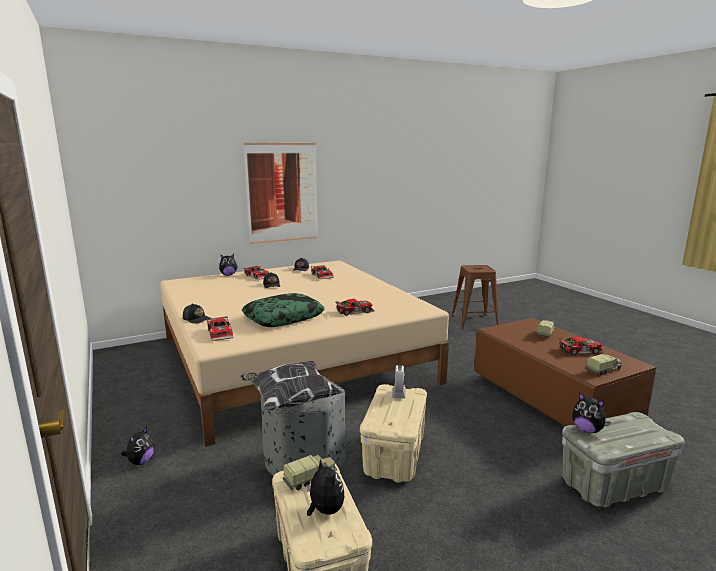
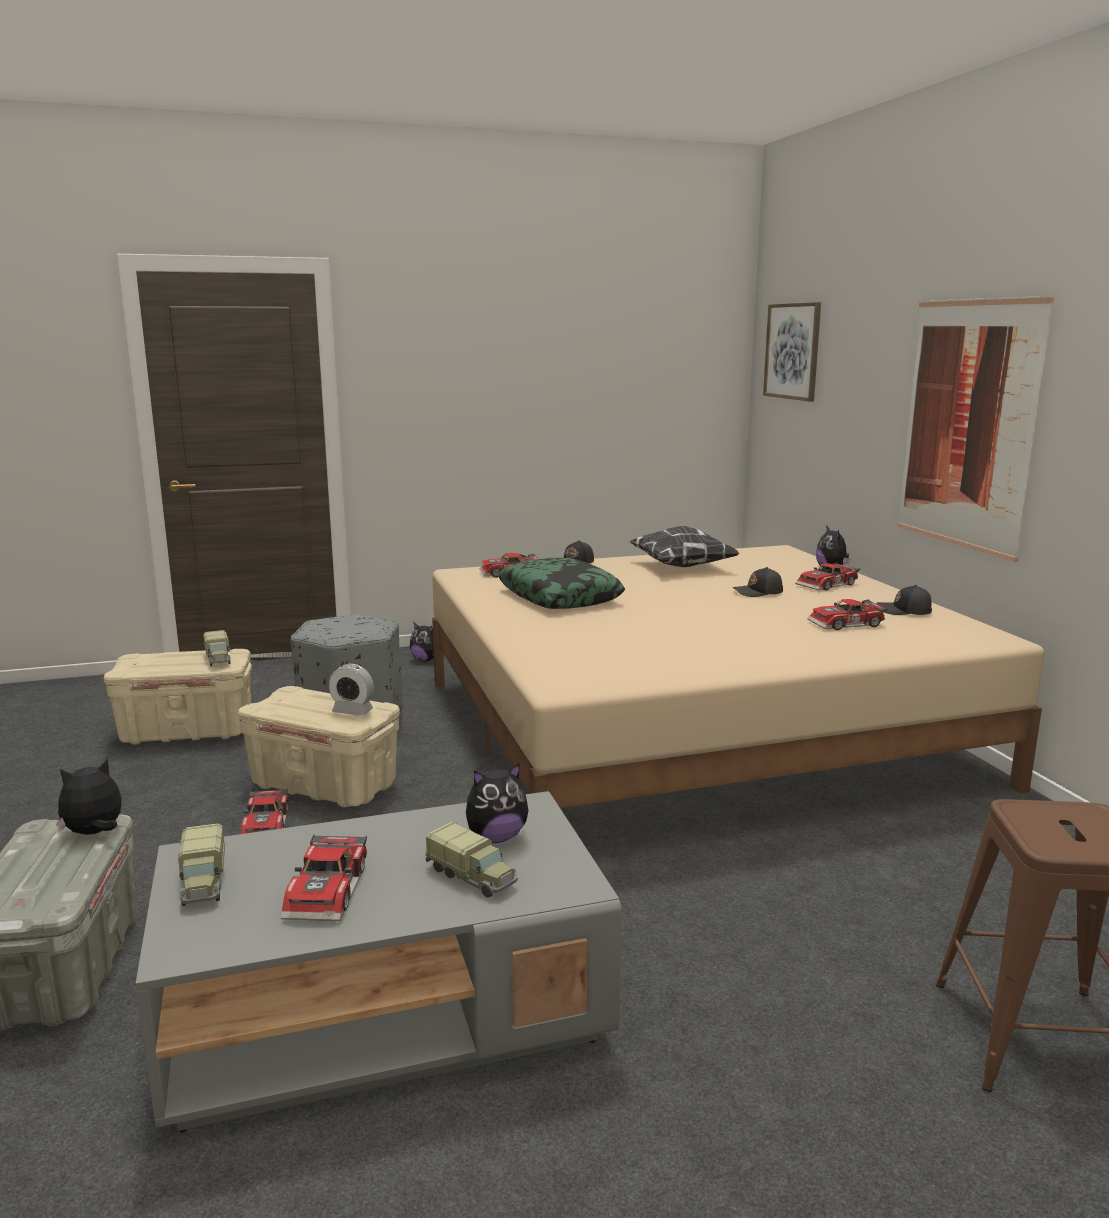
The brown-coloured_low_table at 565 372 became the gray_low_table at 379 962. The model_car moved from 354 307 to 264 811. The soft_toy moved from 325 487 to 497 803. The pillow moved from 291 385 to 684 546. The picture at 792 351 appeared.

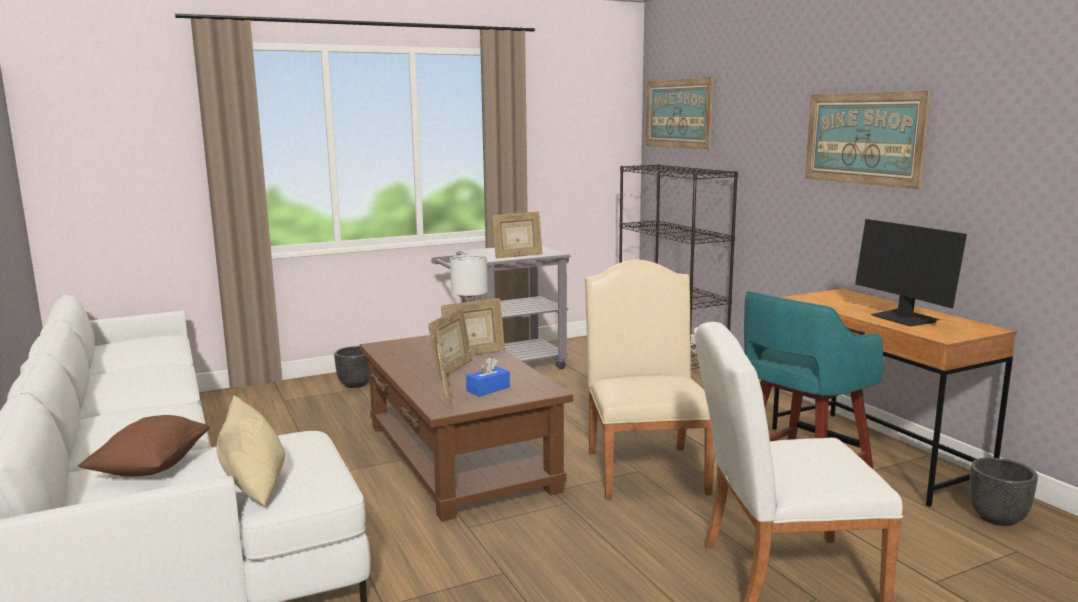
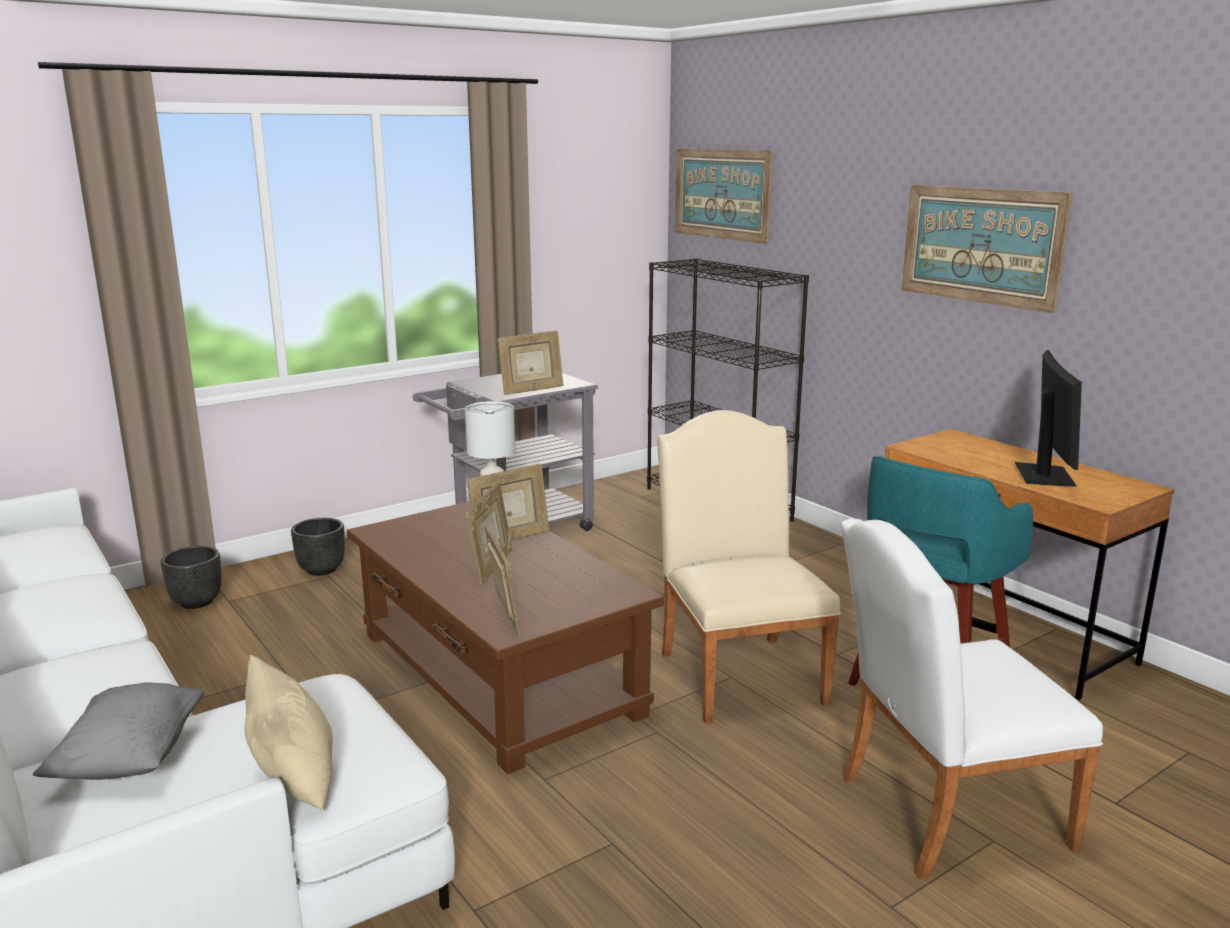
The brown-coloured_pillow at 144 446 became the gray_pillow at 118 731. The blackish_planter moved from 1003 492 to 191 577. The computer_screen at 911 272 turned 135 degrees counterclockwise. The bluish_tissue_box at 488 377 disappeared.

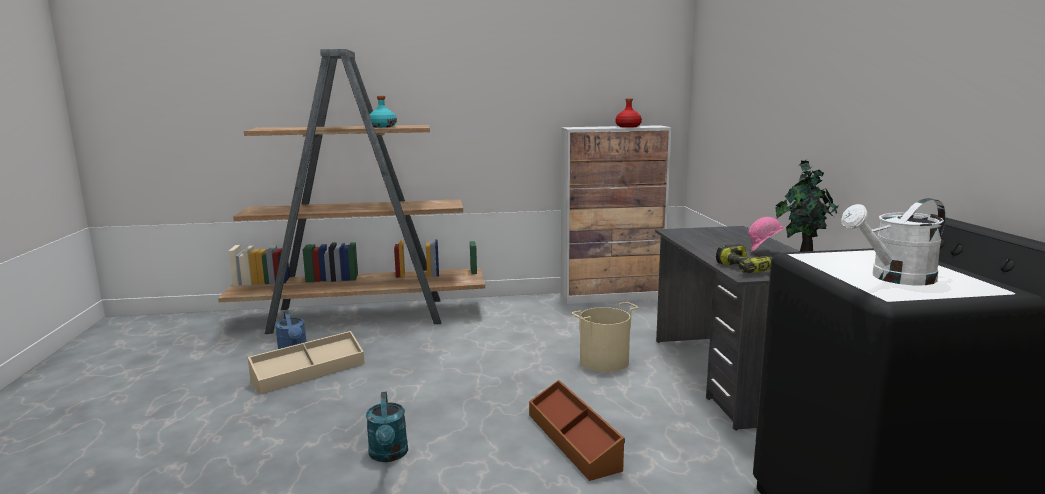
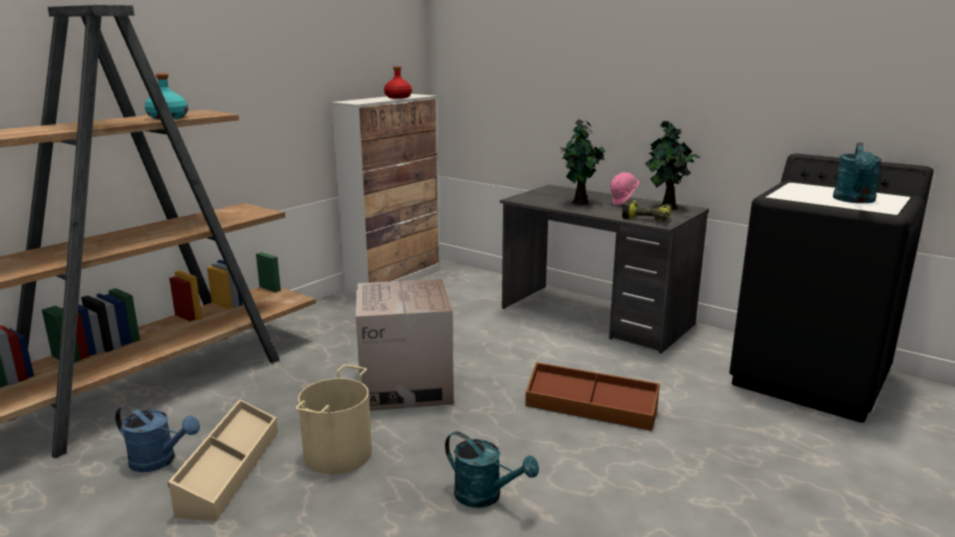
The sand-coloured_water_bucket moved from 605 337 to 334 419. The packing_box at 405 345 appeared. The plant_in_a_pot at 582 162 appeared. The white-coloured_watering_can at 894 241 became the blue-green_watering_can at 857 173.

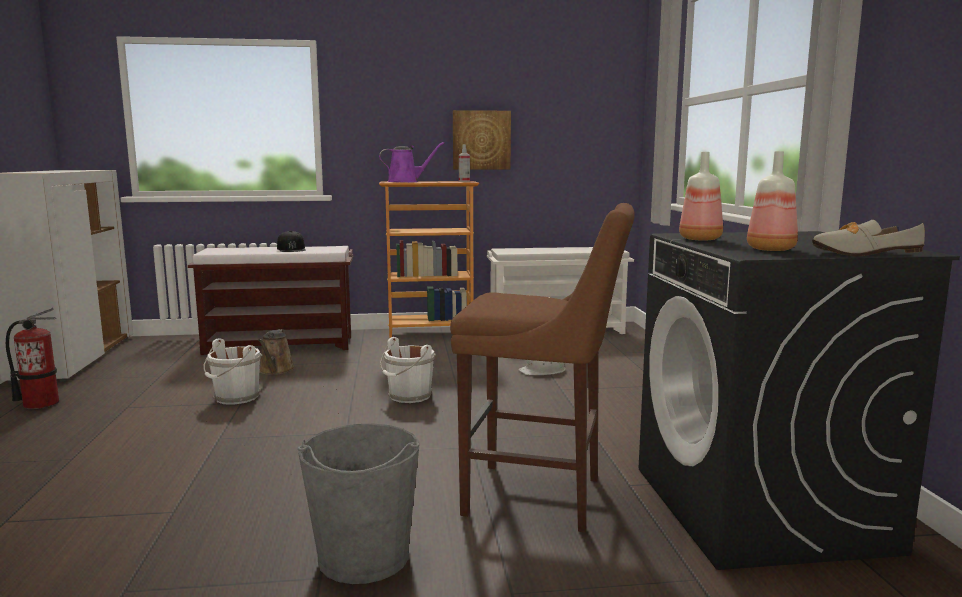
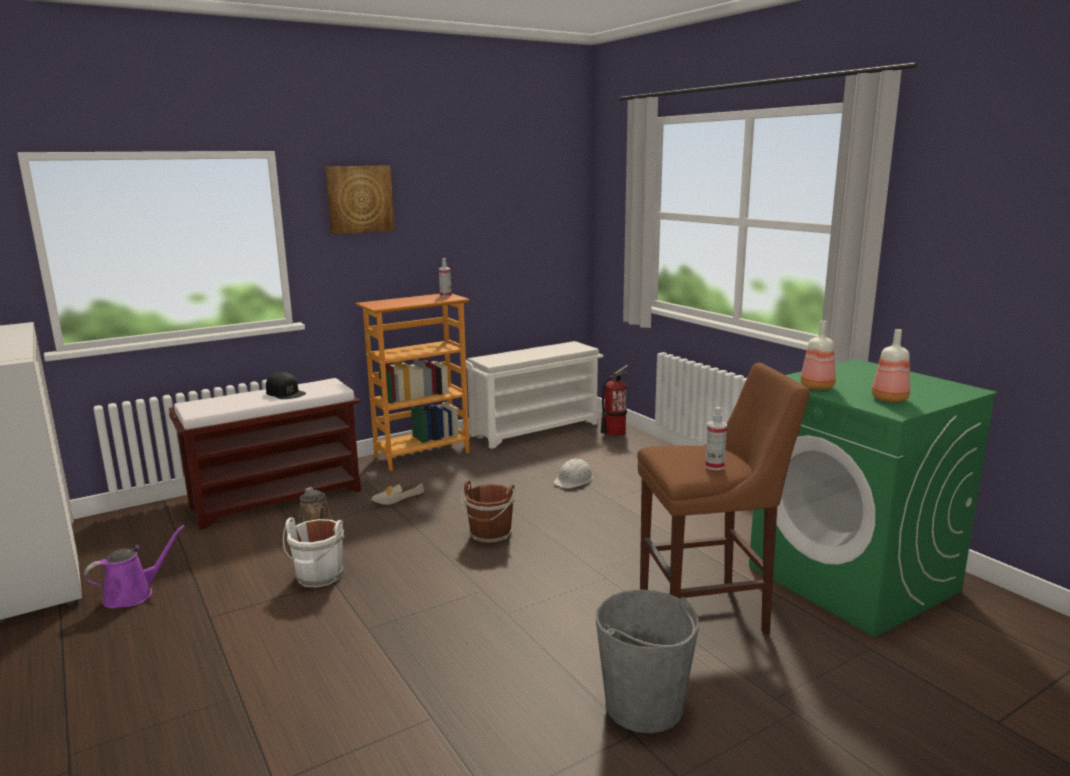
The purple-coloured_watering_can moved from 411 162 to 134 566. The picture moved from 482 140 to 360 199. The item_of_footwear moved from 868 238 to 397 494. The white-coloured_water_bucket at 408 370 became the brown-coloured_water_bucket at 488 512. The fire-fighting_cylinder moved from 32 358 to 615 401. The sprayer at 716 438 appeared. The blackish_laundry_appliance at 799 400 became the green_laundry_appliance at 873 498.

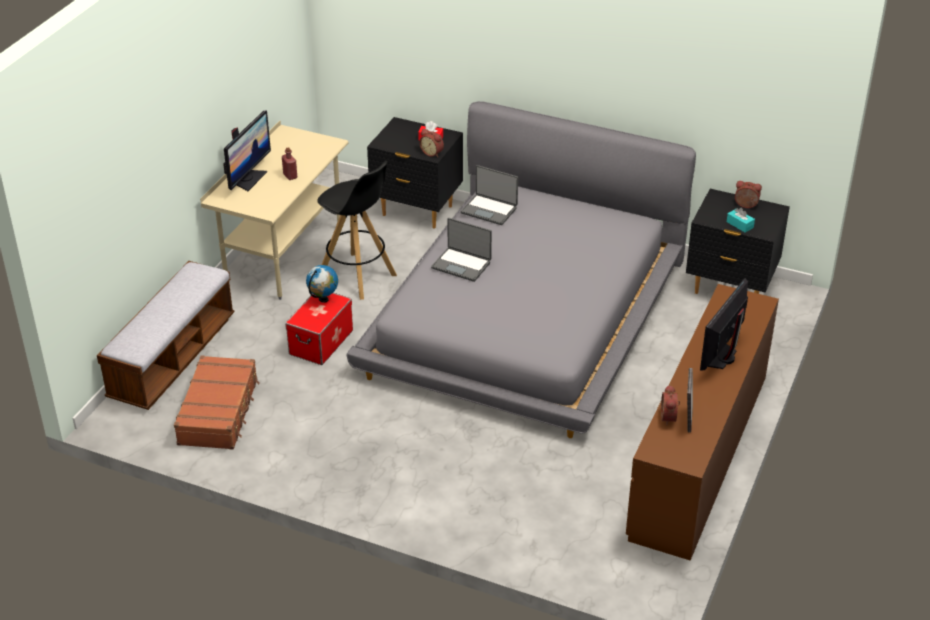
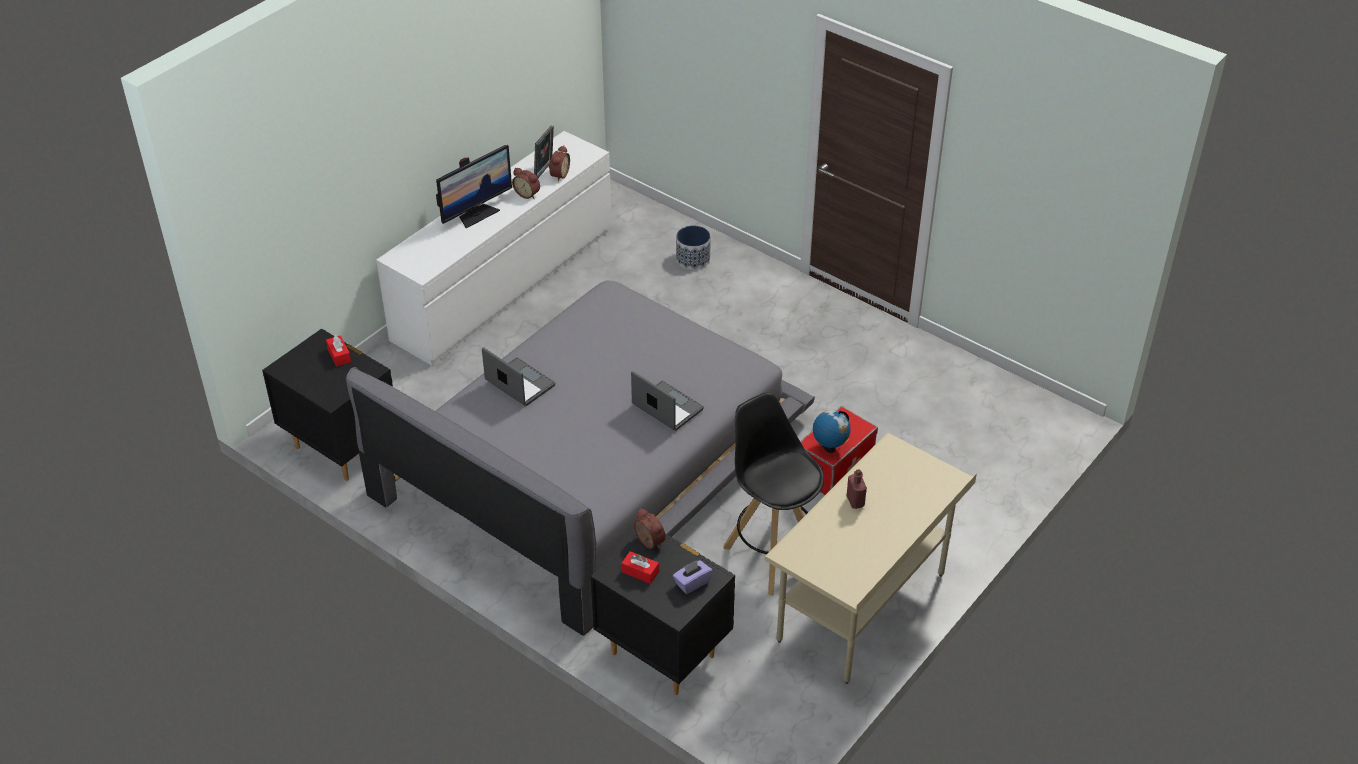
The blue-green_tissue_box at 741 220 became the red-coloured_tissue_box at 338 350. The brown-coloured_chest_of_drawers at 702 422 became the white-coloured_chest_of_drawers at 494 248. The portable_computer moved from 489 195 to 518 376. The table_clock moved from 748 194 to 526 183. The purple-coloured_tissue_box at 693 577 appeared. The planter at 693 247 appeared. The bench at 165 335 disappeared. The brown-coloured_piece_of_luggage at 217 402 disappeared. The computer_screen at 247 150 disappeared.

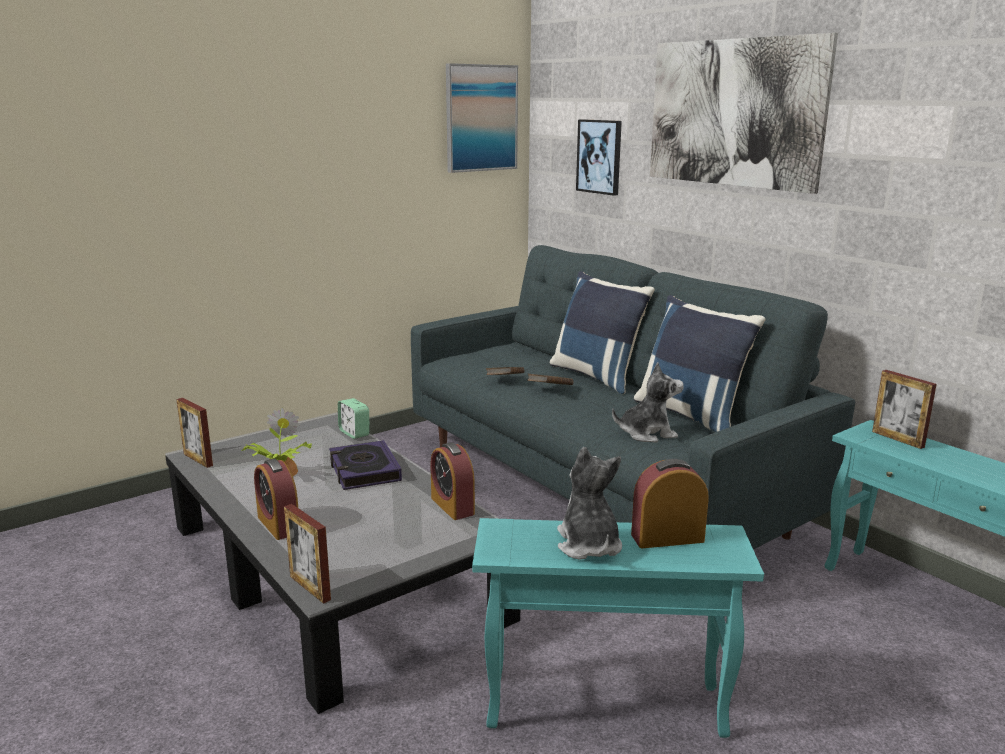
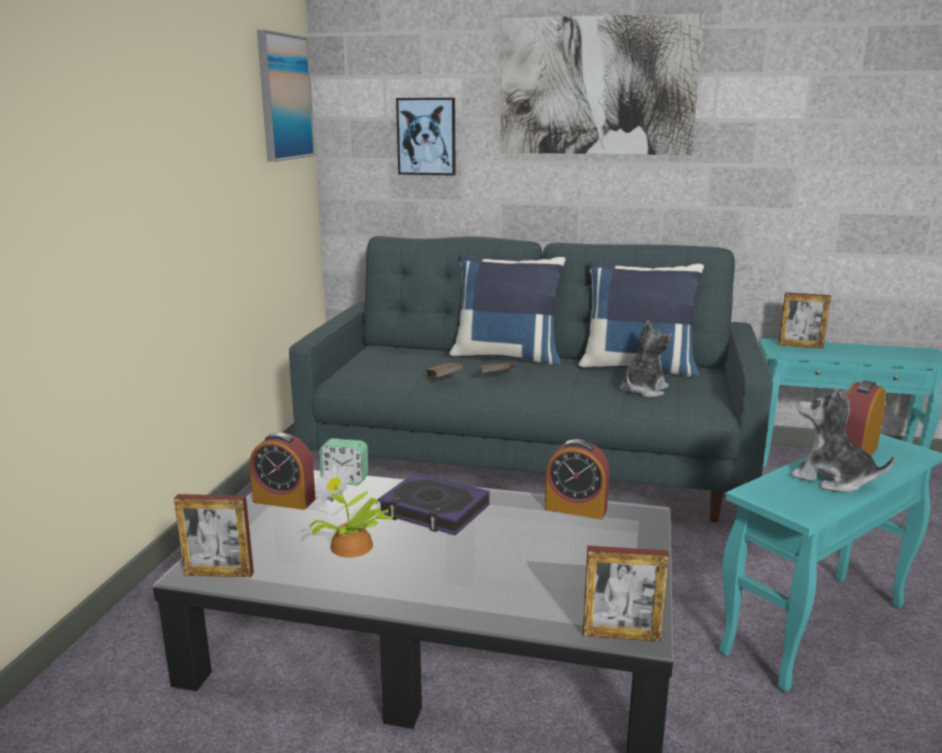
The table_clock moved from 276 499 to 283 471.

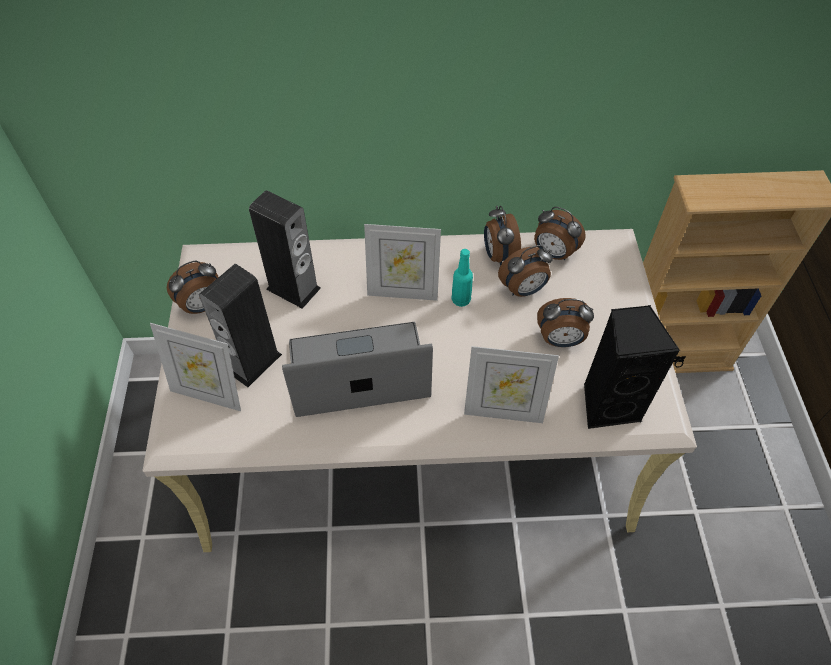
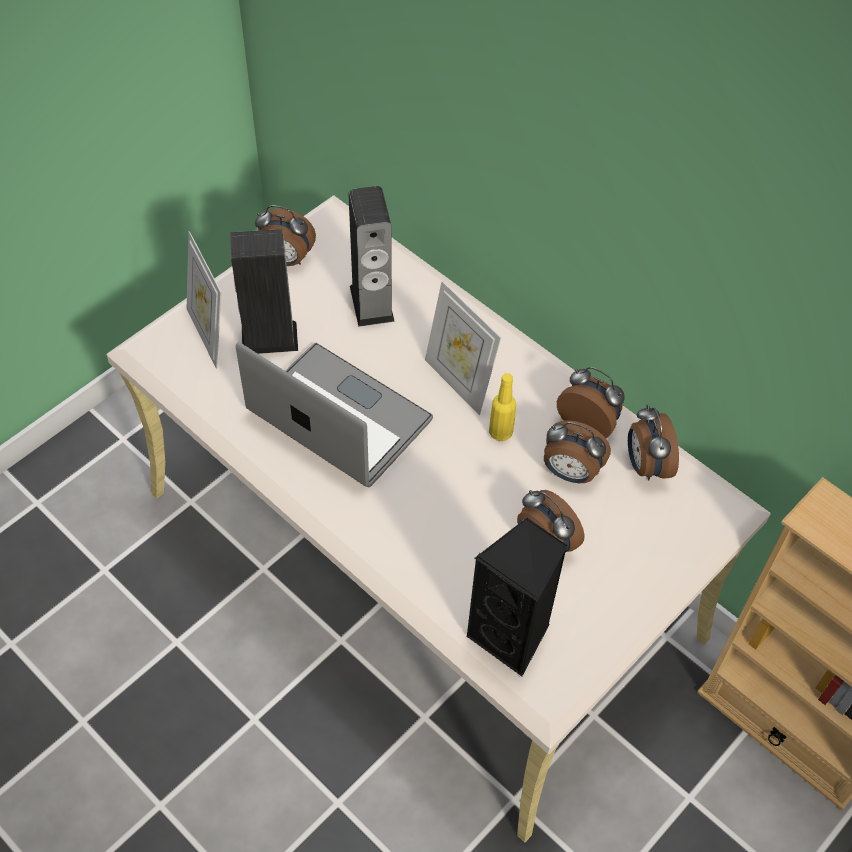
The blue-green_beverage_bottle at 462 278 became the yellow_beverage_bottle at 502 407. The table_clock at 502 236 turned 90 degrees clockwise. The picture_frame at 511 384 disappeared.

